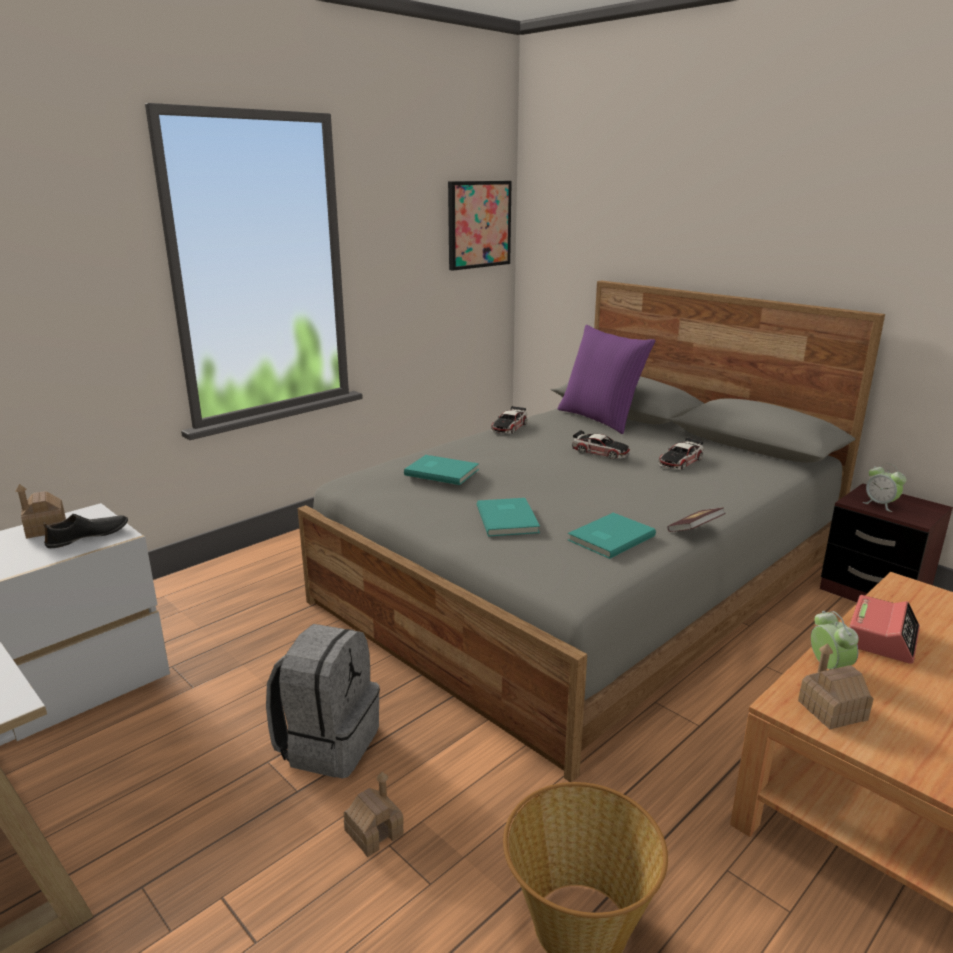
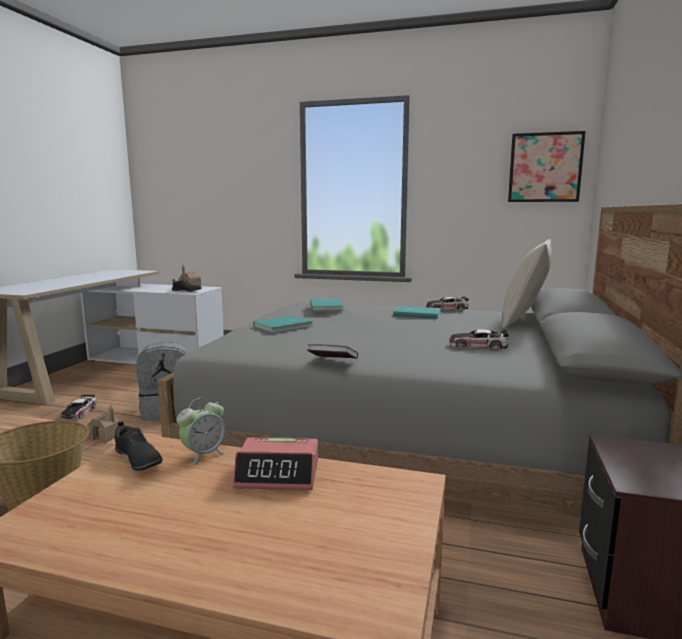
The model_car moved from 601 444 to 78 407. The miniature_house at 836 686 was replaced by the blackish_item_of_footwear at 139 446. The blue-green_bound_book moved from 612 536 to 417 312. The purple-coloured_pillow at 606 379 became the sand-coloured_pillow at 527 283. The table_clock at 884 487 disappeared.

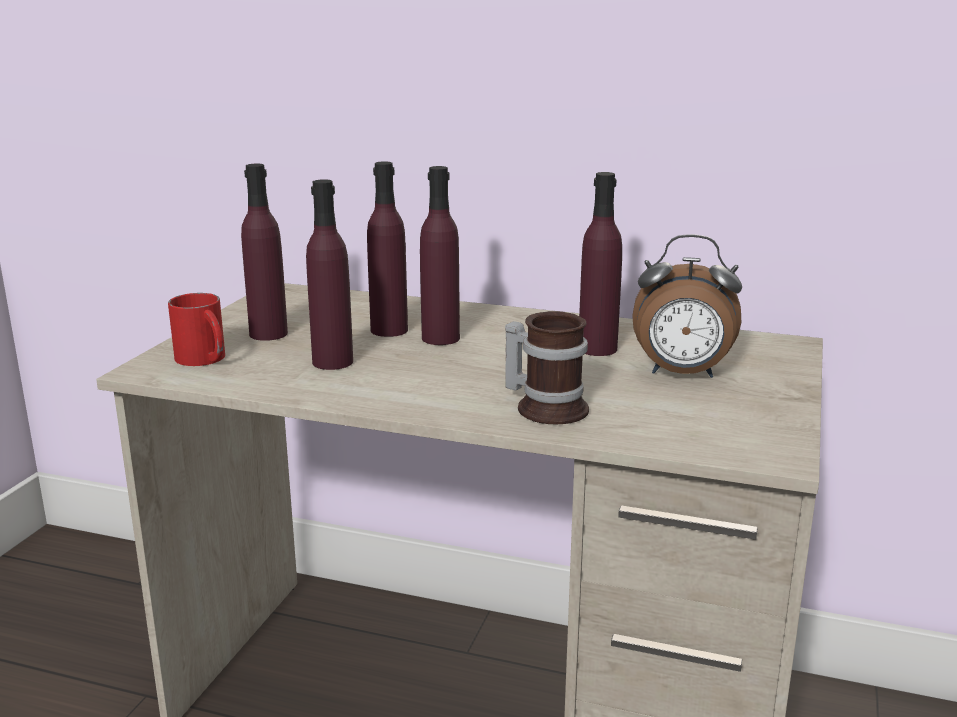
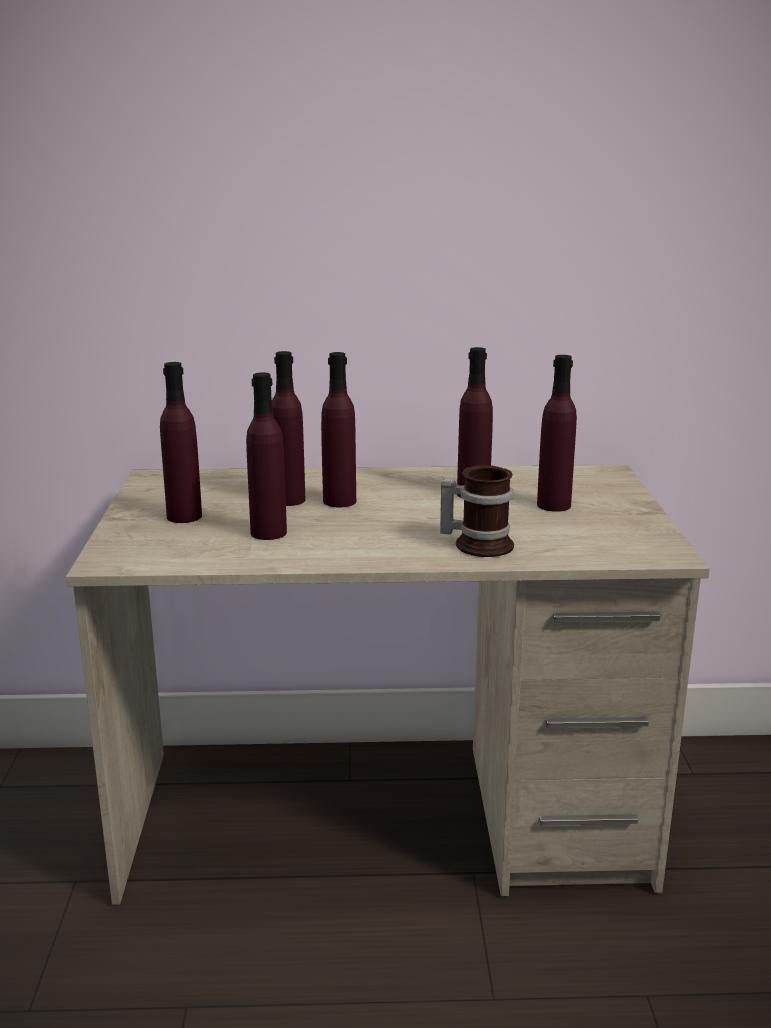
The table_clock at 687 306 was replaced by the purple-coloured_beverage_bottle at 557 433. The red-coloured_tea_mug at 196 329 disappeared.

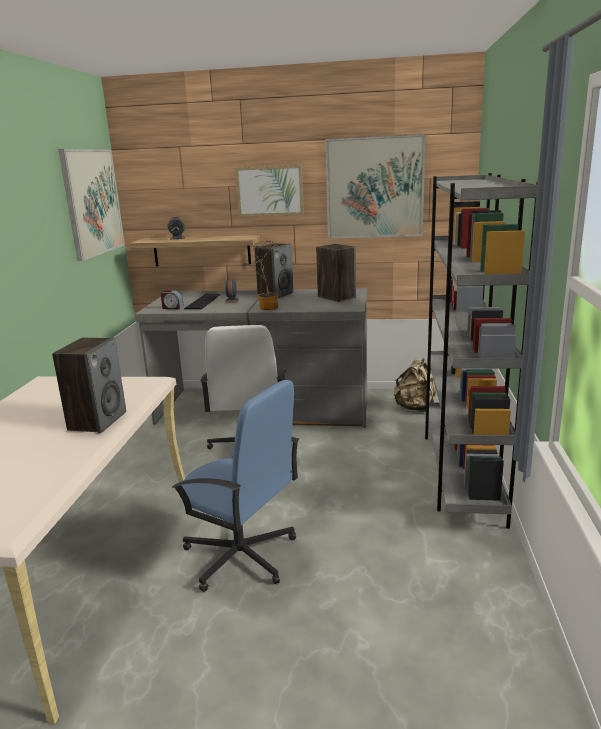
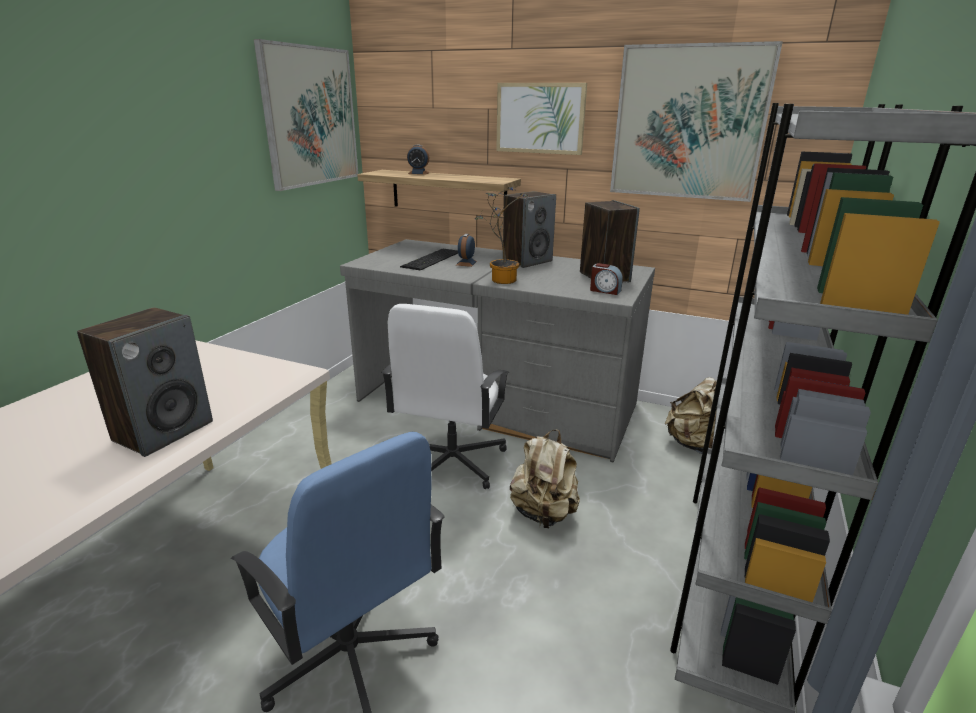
The sand-coloured_backpack at 545 479 appeared. The table_clock moved from 172 299 to 606 279.

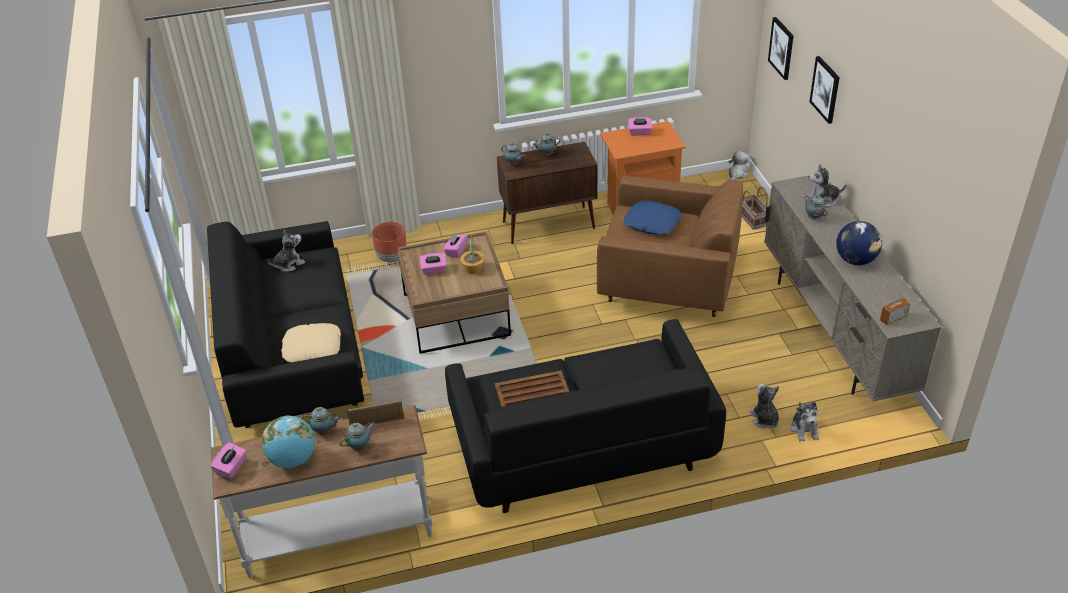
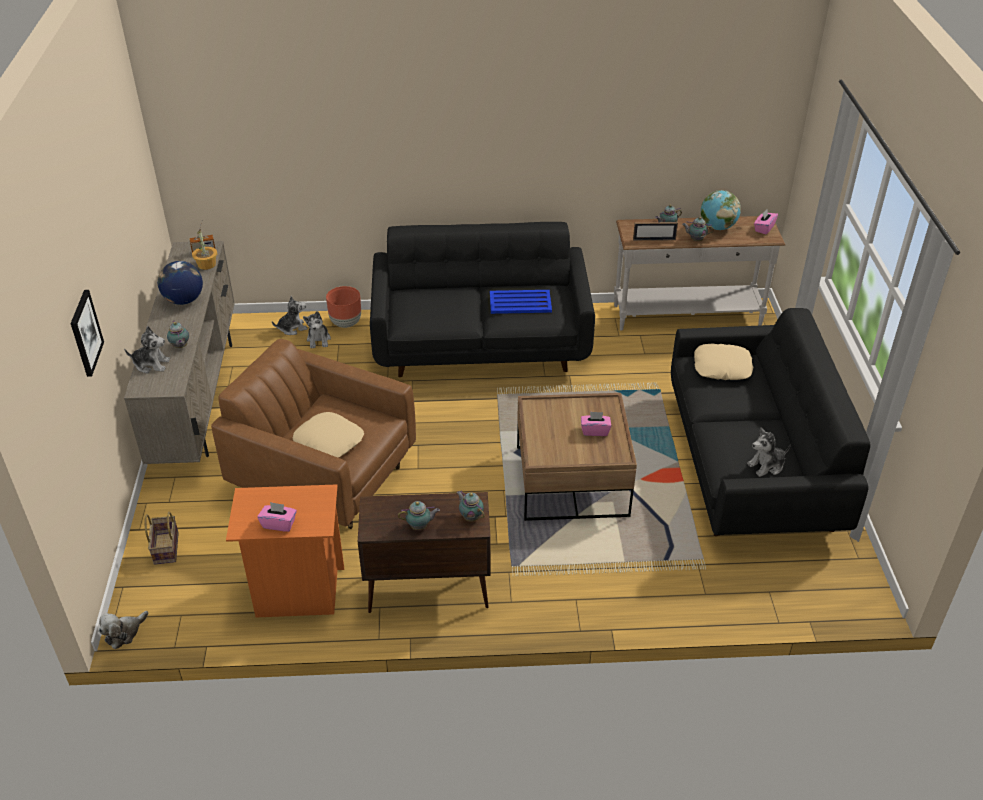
The plant_in_a_pot moved from 472 254 to 204 249. The soft_toy at 804 422 turned 60 degrees clockwise. The bluish_pillow at 652 217 became the sand-coloured_pillow at 328 435. The brown-coloured_planter moved from 389 242 to 343 307. The brown-coloured_carrying_tray at 532 388 became the bluish_carrying_tray at 521 302. The pink-coloured_tissue_box at 456 245 disappeared. The picture at 781 48 disappeared.

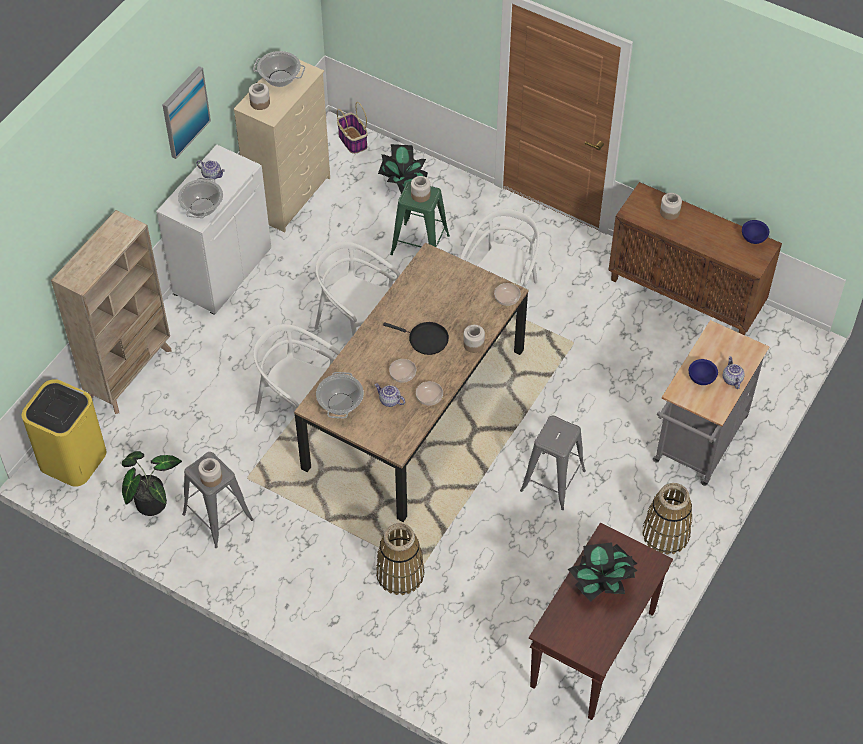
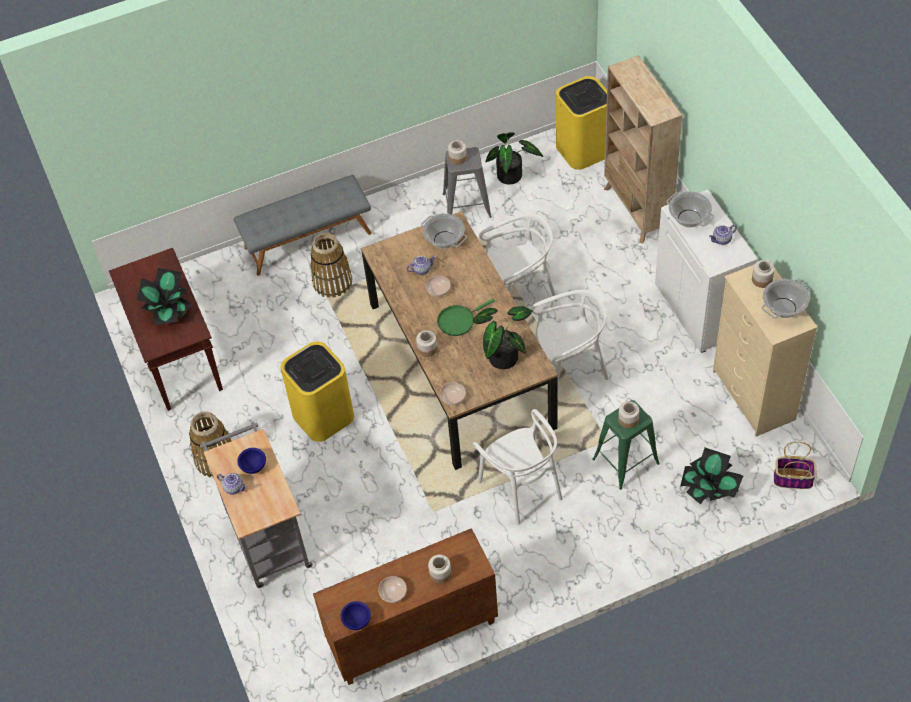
The gray_bench at 302 225 appeared. The gray_stool_seat at 553 463 was replaced by the yellow_rubbish_bin at 317 392. The serving_bowl moved from 429 393 to 392 589. The blackish_frying_pan at 416 338 became the green_frying_pan at 466 317. The plant_in_a_pot at 502 337 appeared. The picture at 187 112 disappeared.

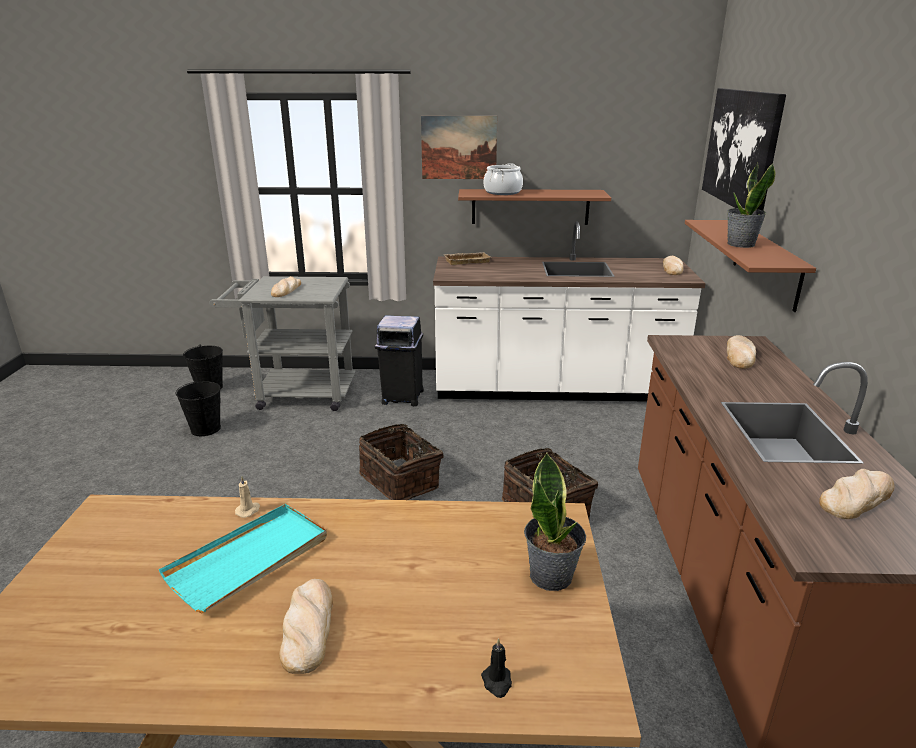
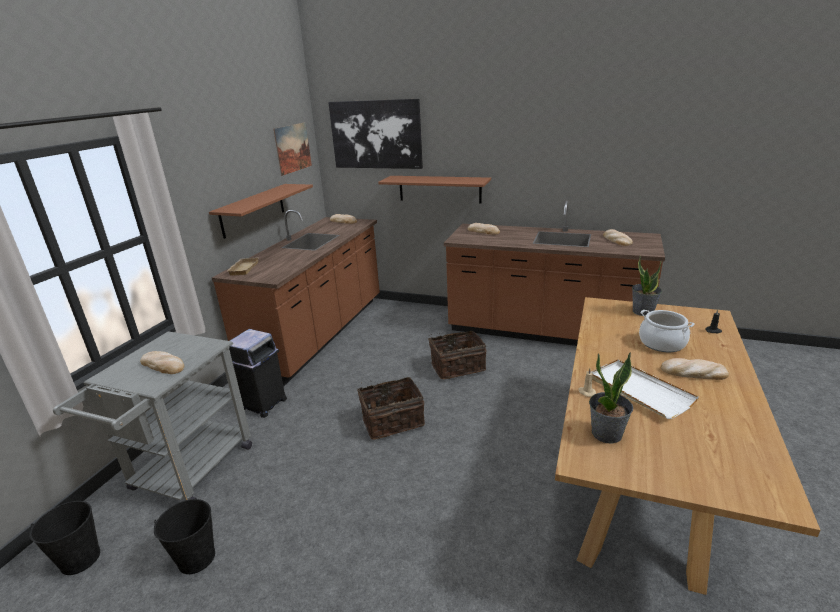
The white-coloured_counter at 569 311 became the brown-coloured_counter at 296 298. The picture moved from 459 147 to 292 149. The plant_in_a_pot moved from 751 205 to 611 398. The blue-green_carrying_tray at 243 558 became the white-coloured_carrying_tray at 645 389. The stockpot moved from 503 179 to 667 331.

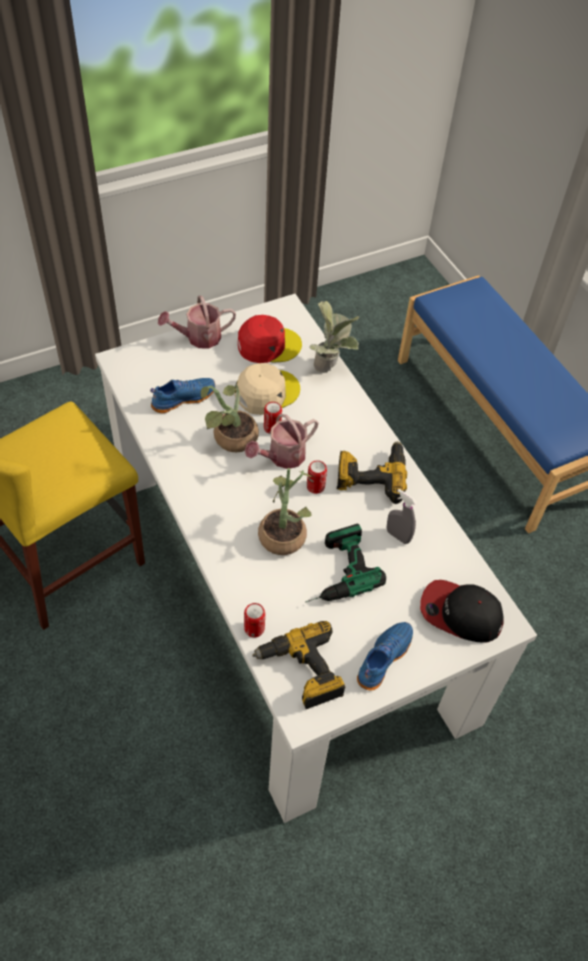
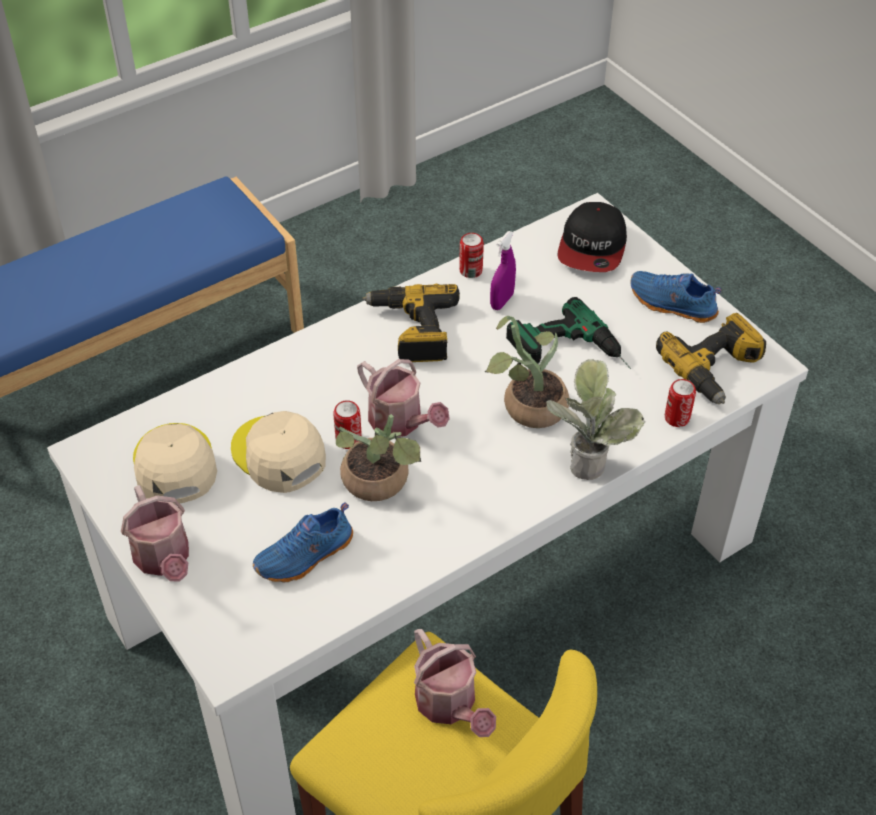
The red-coloured_cap at 270 339 became the sand-coloured_cap at 175 463. The bluish_item_of_footwear at 182 395 turned 90 degrees counterclockwise. The watering_can at 455 683 appeared. The can moved from 317 477 to 471 255. The gray_sprayer at 402 516 became the purple-coloured_sprayer at 503 270. The plant_in_a_pot moved from 334 337 to 596 419.

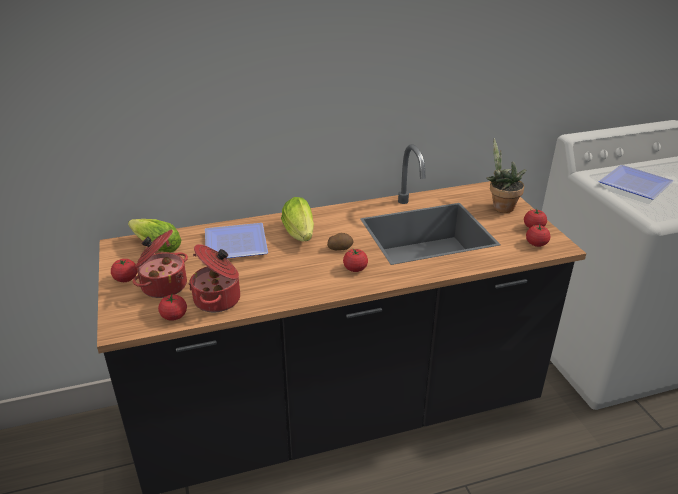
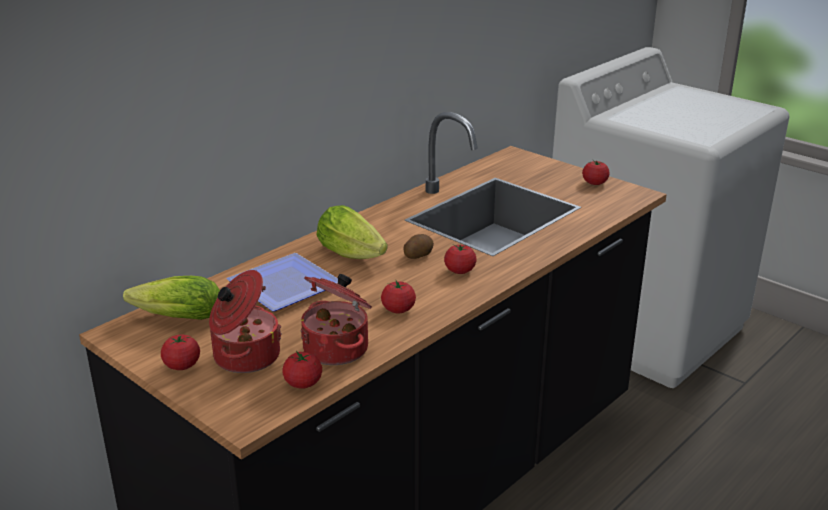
The tomato moved from 538 236 to 398 297. The plant_in_a_pot at 506 175 disappeared. The plate at 636 182 disappeared.

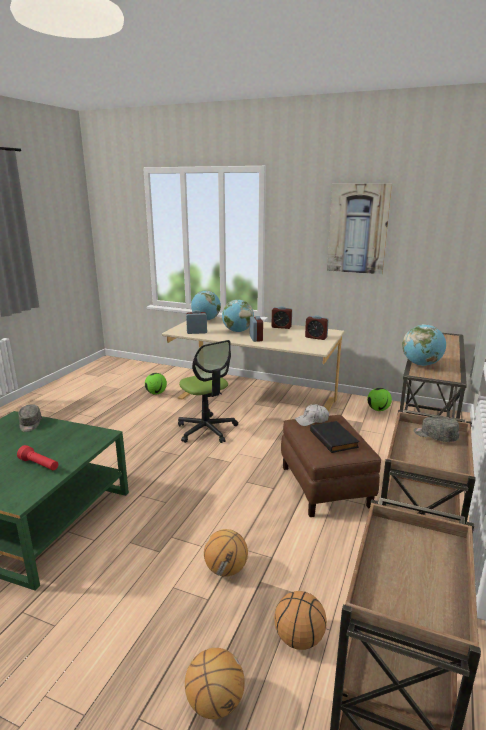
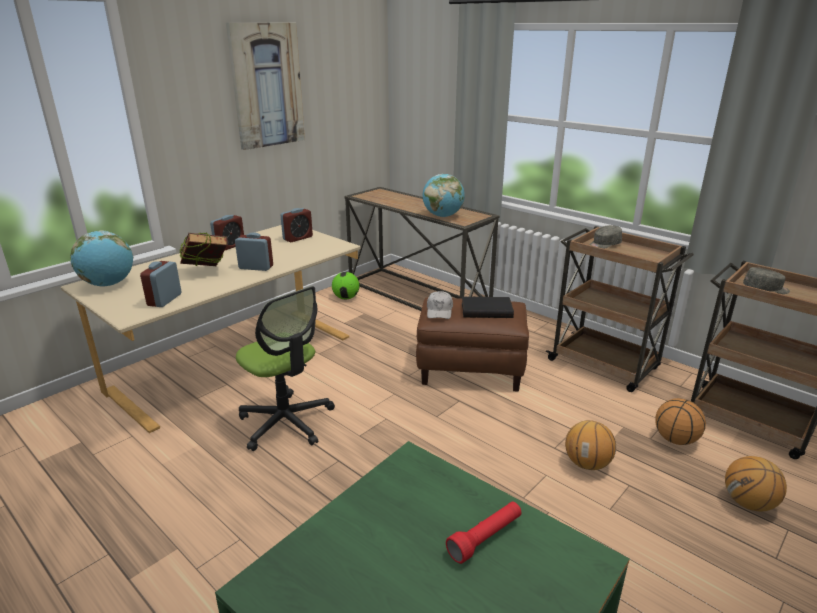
The desk_globe at 238 316 was replaced by the bound_book at 203 249. The computer_chair at 208 391 turned 60 degrees clockwise. The gray_cap moved from 30 418 to 766 280. The football at 156 384 disappeared.

